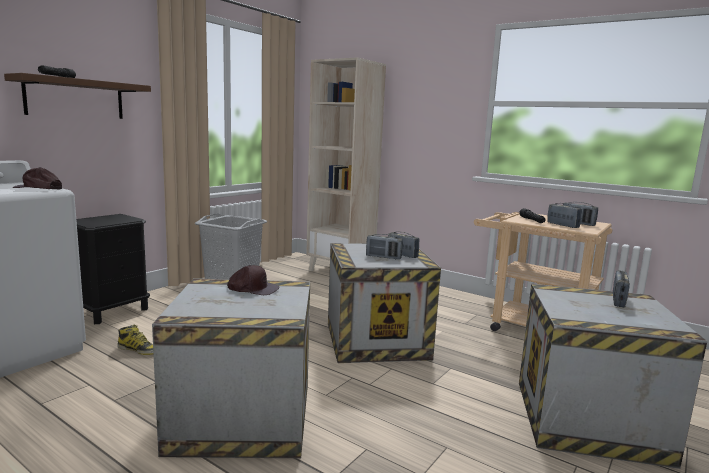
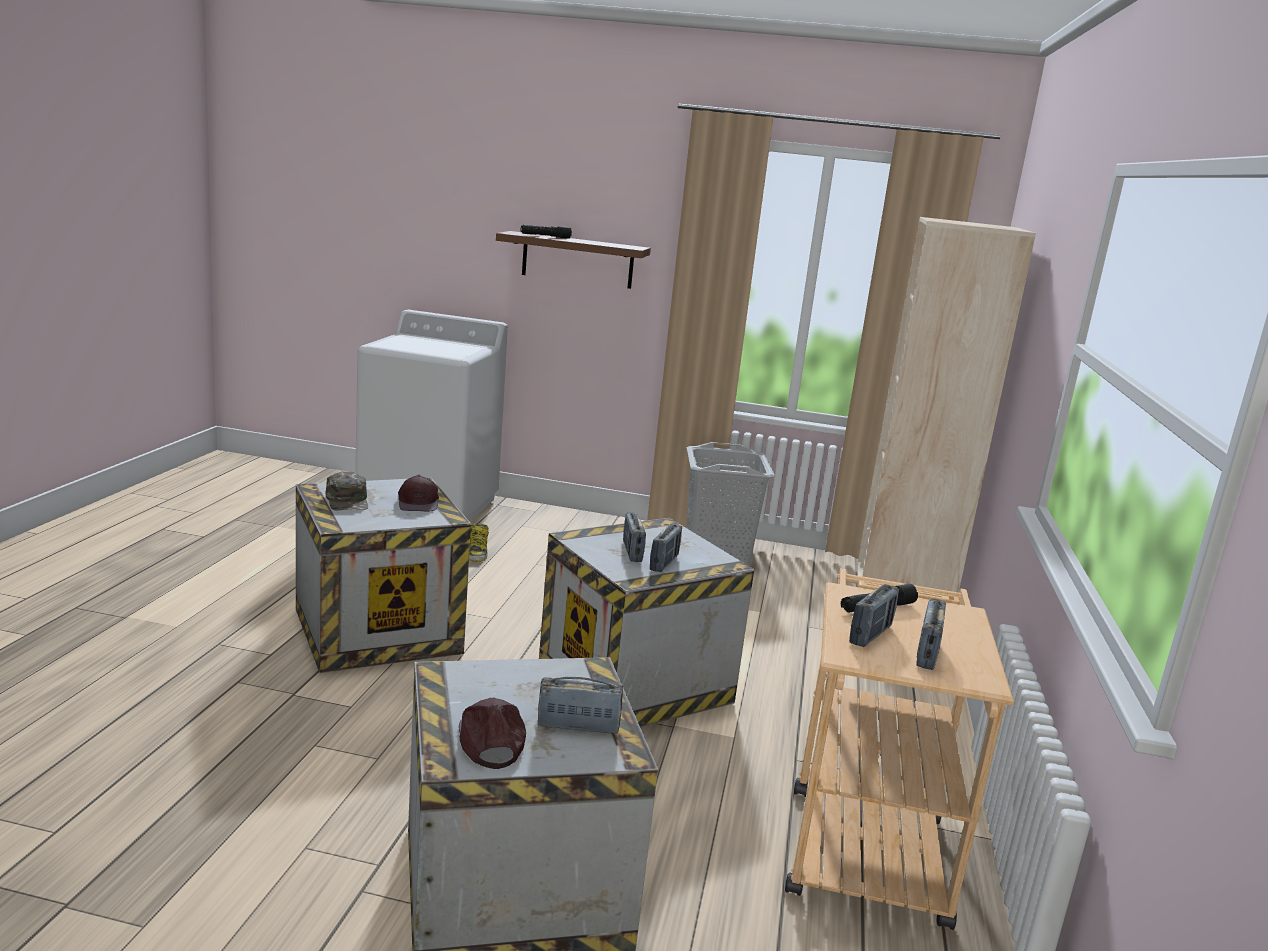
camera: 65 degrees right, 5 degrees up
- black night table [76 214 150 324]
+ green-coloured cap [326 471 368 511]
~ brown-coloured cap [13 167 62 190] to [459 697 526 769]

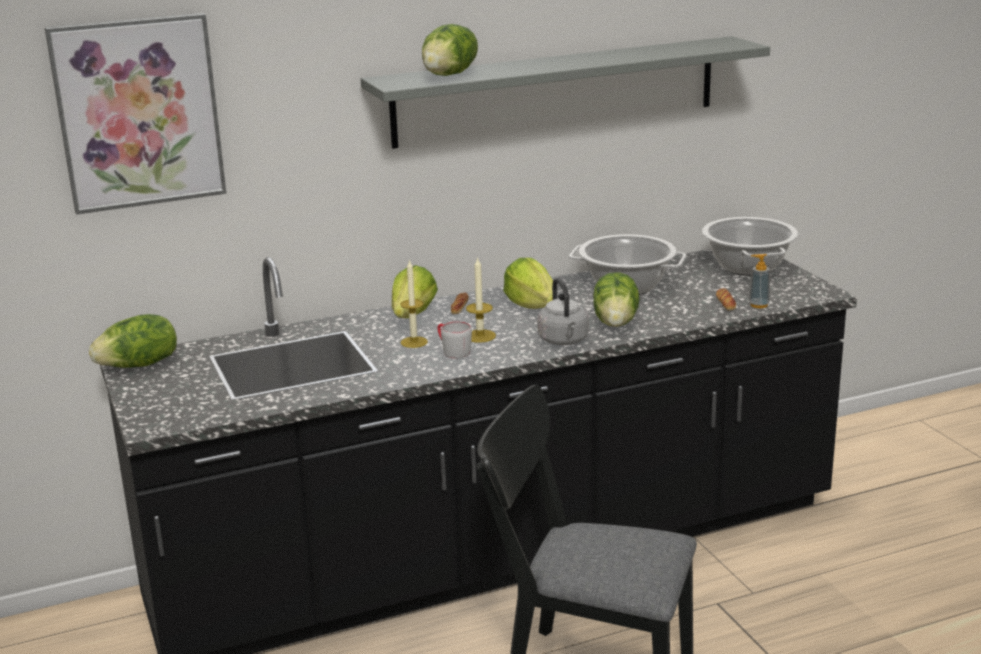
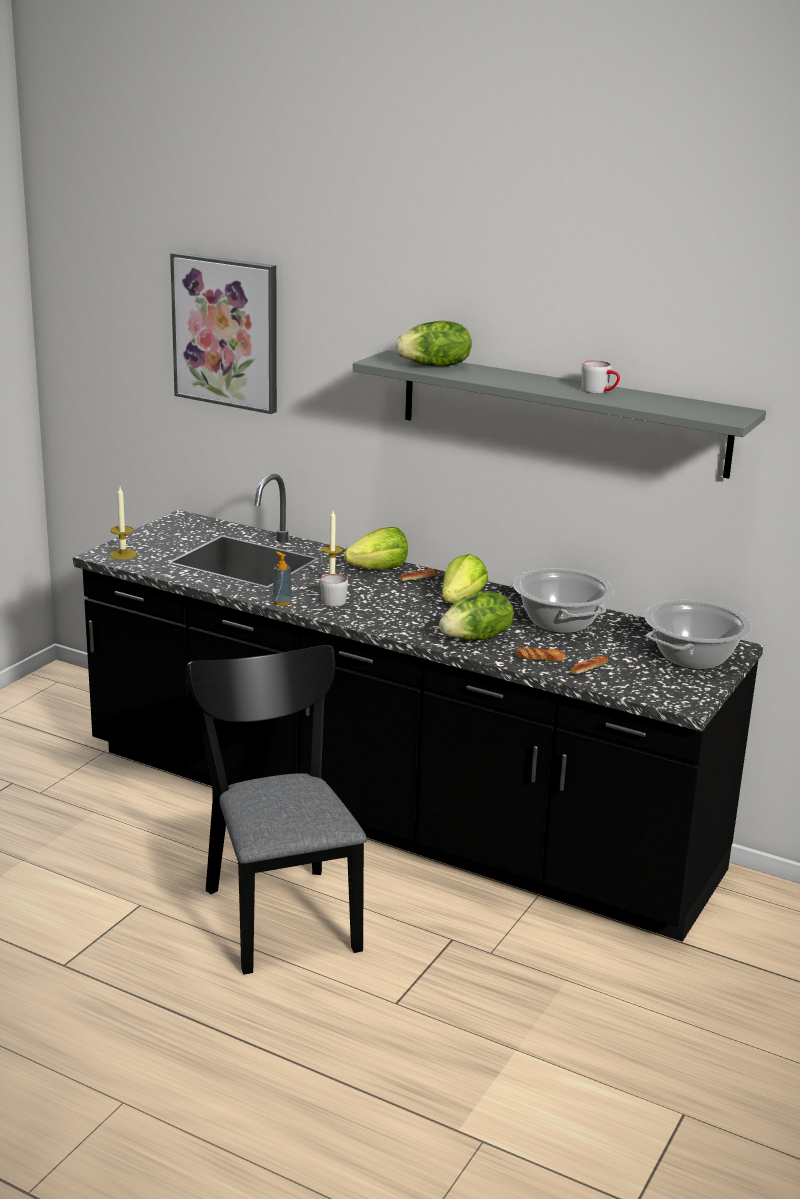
camera: 50 degrees right, 0 degrees up
- lettuce head [89 314 177 368]
- gray tea kettle [537 278 589 345]
+ bakery bread [516 647 566 661]
+ gray mug [582 360 620 393]
~ candle [466 257 496 343] to [110 487 137 560]
~ soap dispenser [749 254 770 308] to [272 551 292 606]

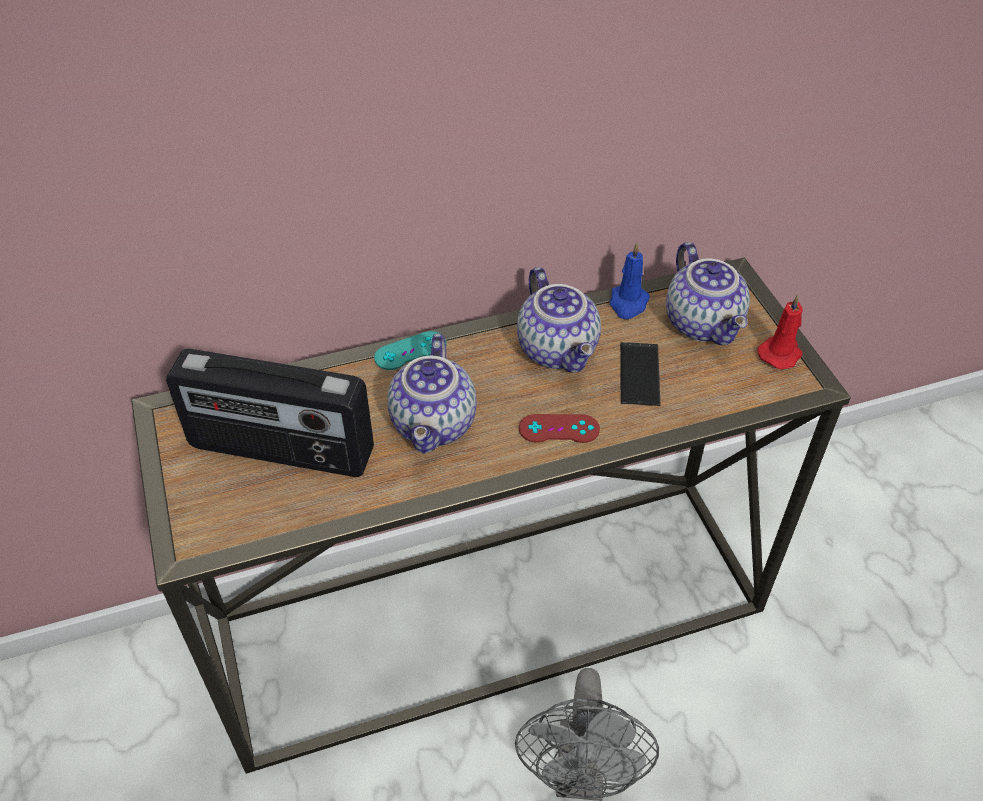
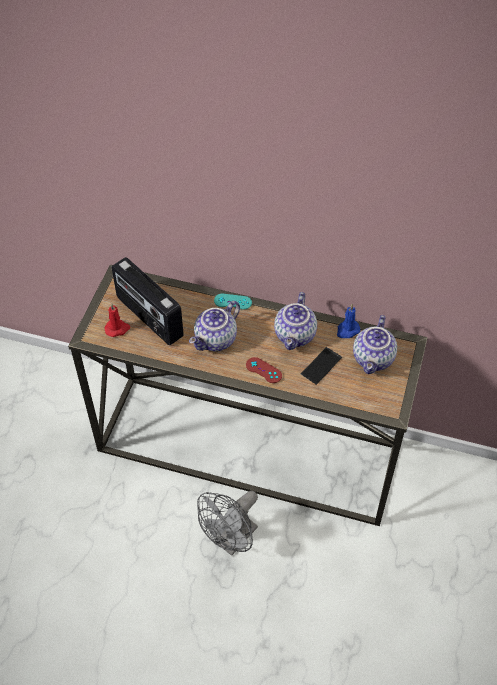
camera: 35 degrees right, 5 degrees up
~ red candle [757 295 803 369] to [105 303 130 337]

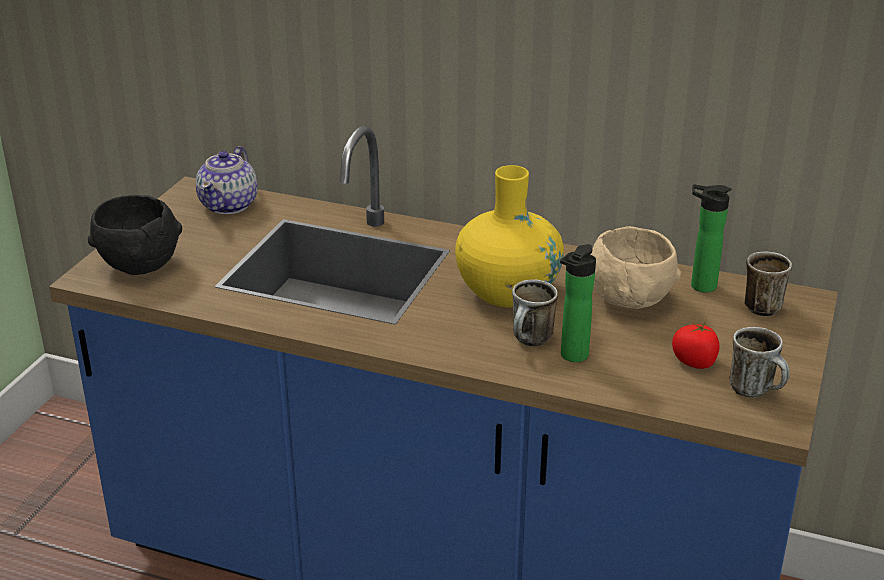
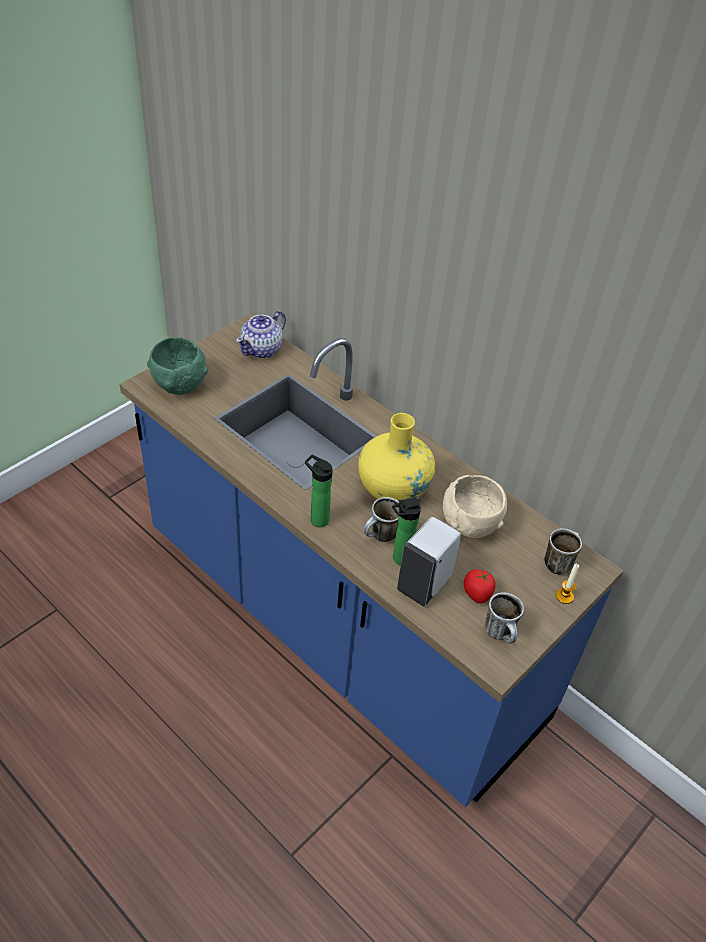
camera: 20 degrees right, 15 degrees up
+ whitish soap dispenser [397 517 461 606]
+ candle [556 564 579 604]
~ drink bottle [691 184 731 293] to [305 455 333 527]
~ black bowl [88 195 182 275] to green-coloured bowl [147 337 208 395]

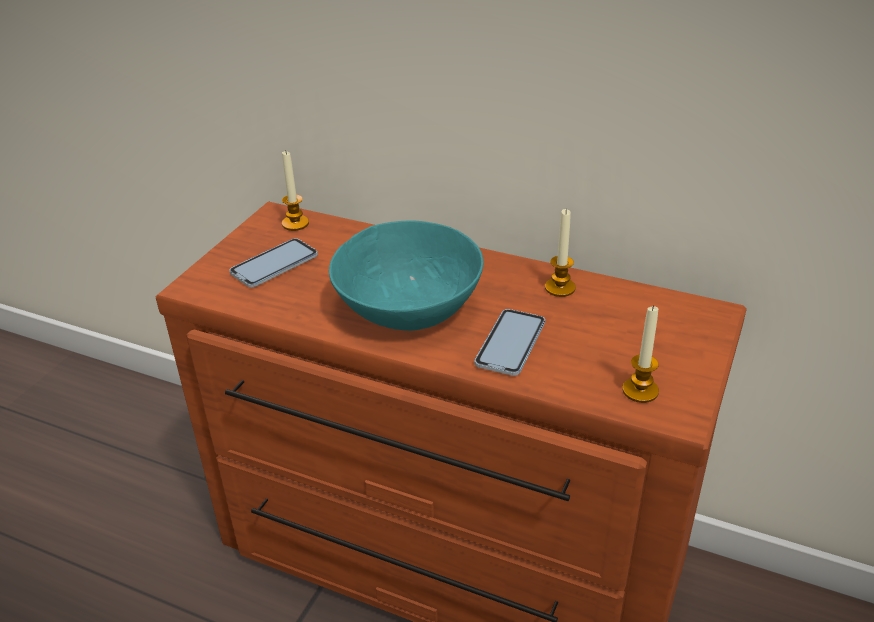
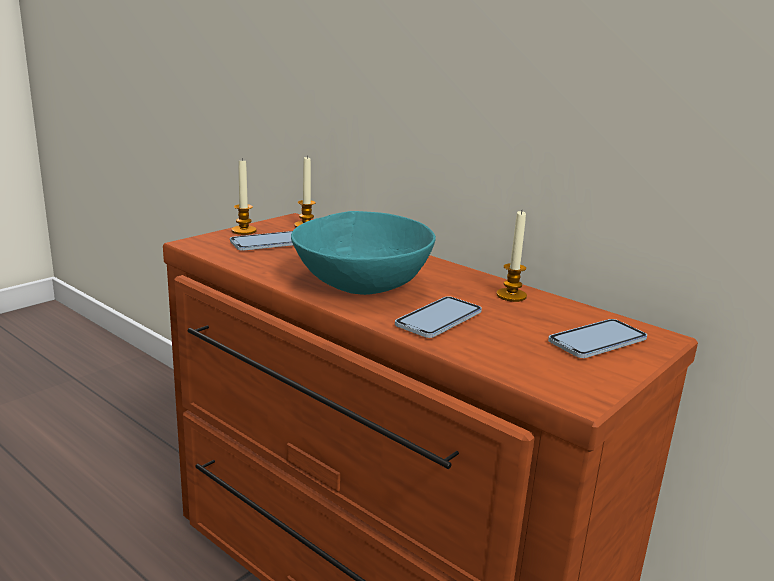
camera: 15 degrees right, 15 degrees down
+ phone [548 319 647 358]
~ candle [622 305 659 403] to [231 158 257 235]

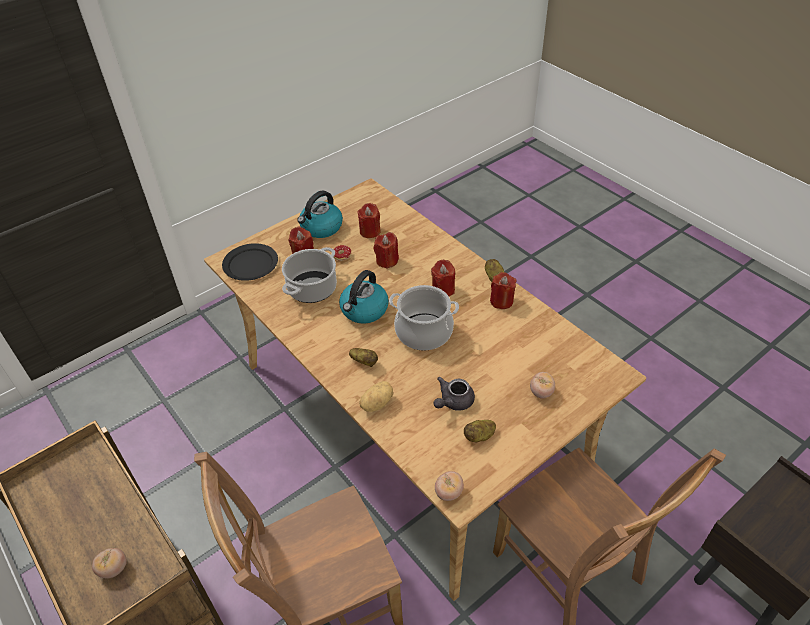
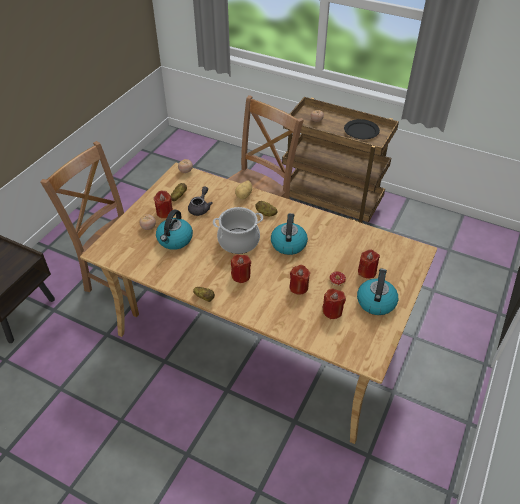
camera: 155 degrees right, 0 degrees up
- cooking pot [282 247 337 303]
+ tea kettle [156 210 193 250]
~ black flat dish [222 243 278 281] to [344 119 380 139]
~ red candle [490 272 516 309] to [154 191 173 218]

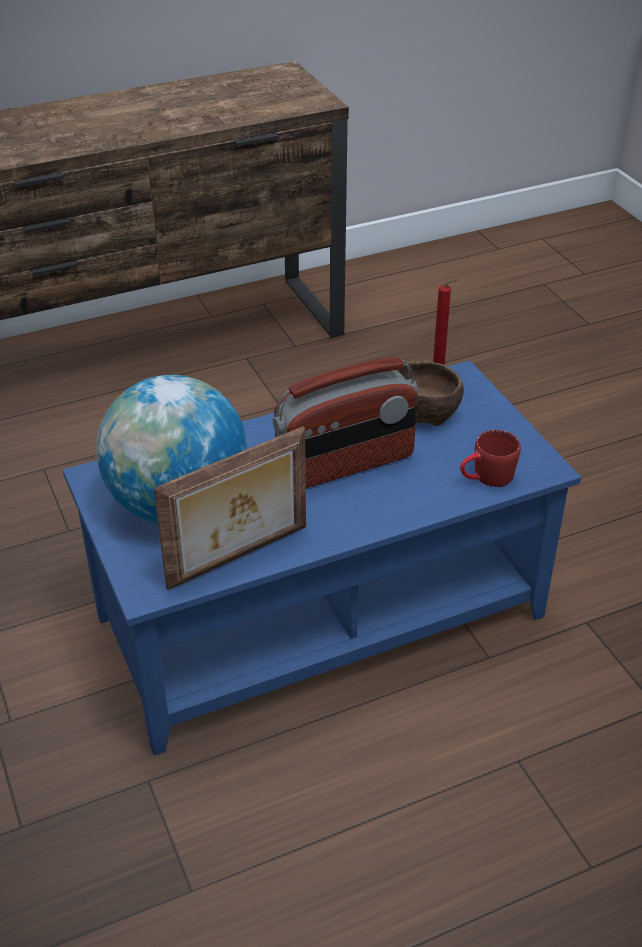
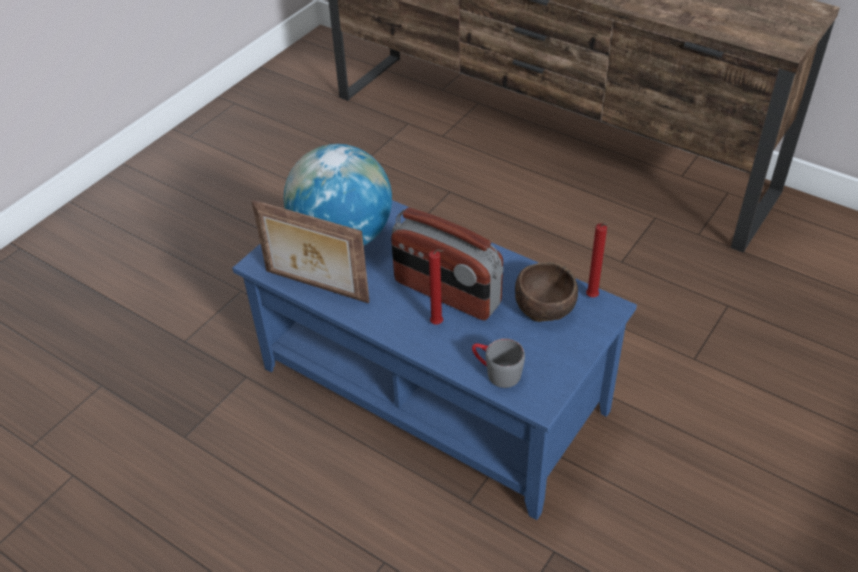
camera: 60 degrees right, 5 degrees up
+ red candle [429 249 443 324]
~ red mug [460 430 521 487] to gray mug [472 338 525 388]

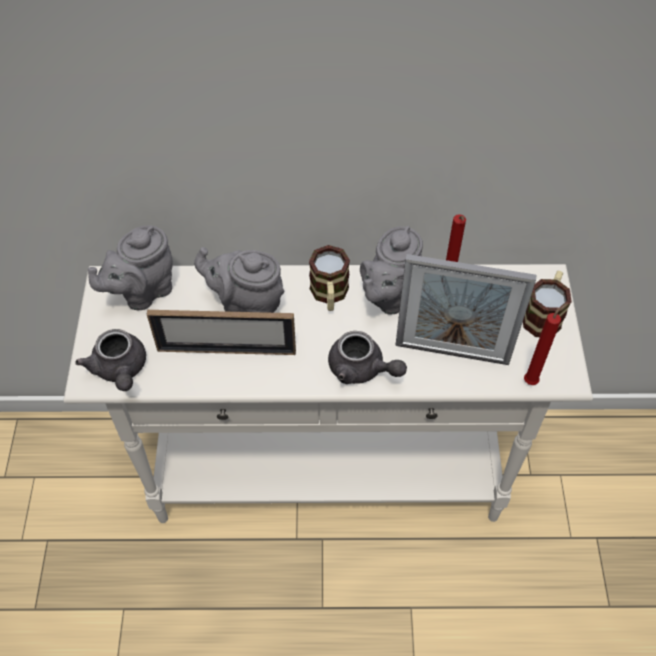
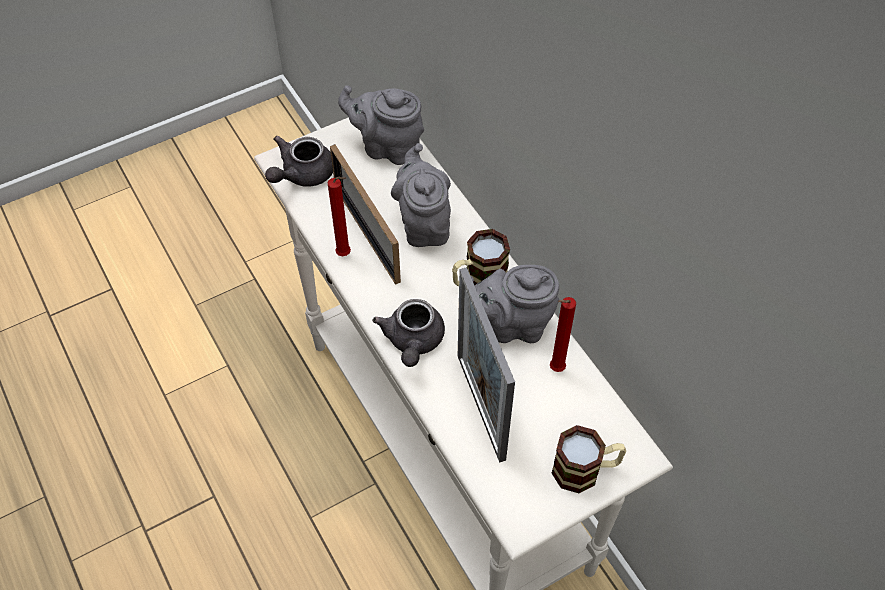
camera: 60 degrees right, 0 degrees up
~ red candle [524 303 568 385] to [328 176 351 256]

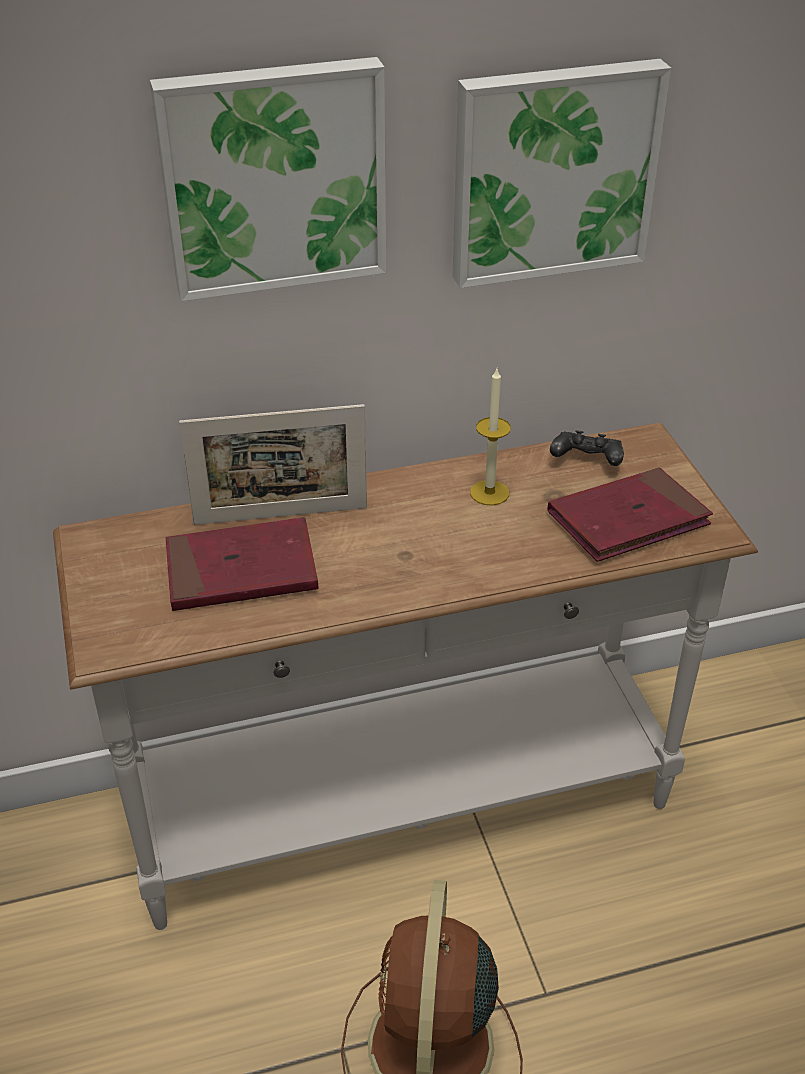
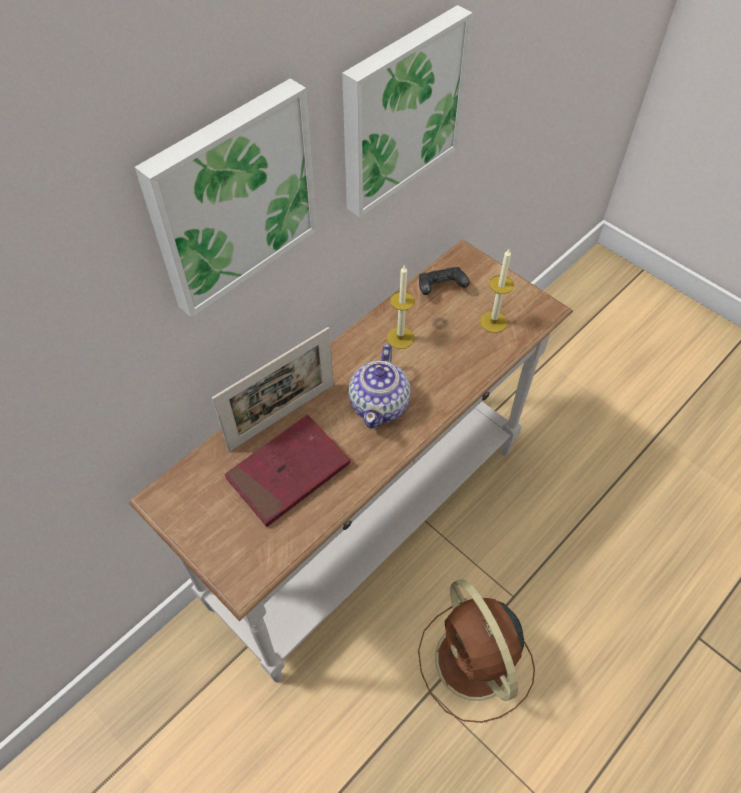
camera: 30 degrees left, 15 degrees up
+ teapot [349 344 411 429]
~ red volume [547 468 713 562] to candle [480 249 514 333]

